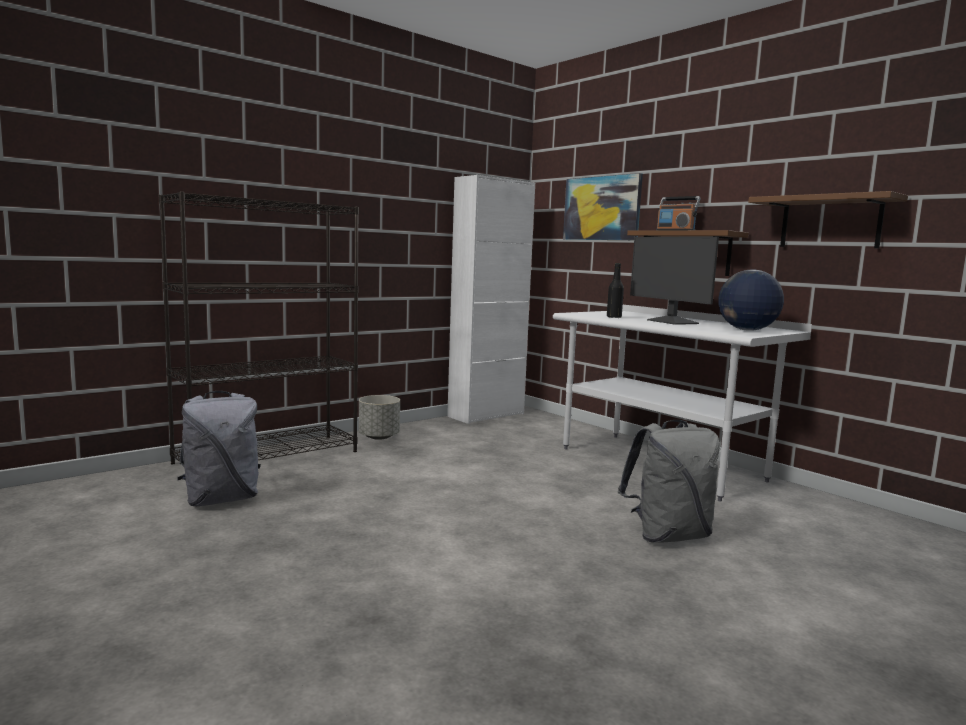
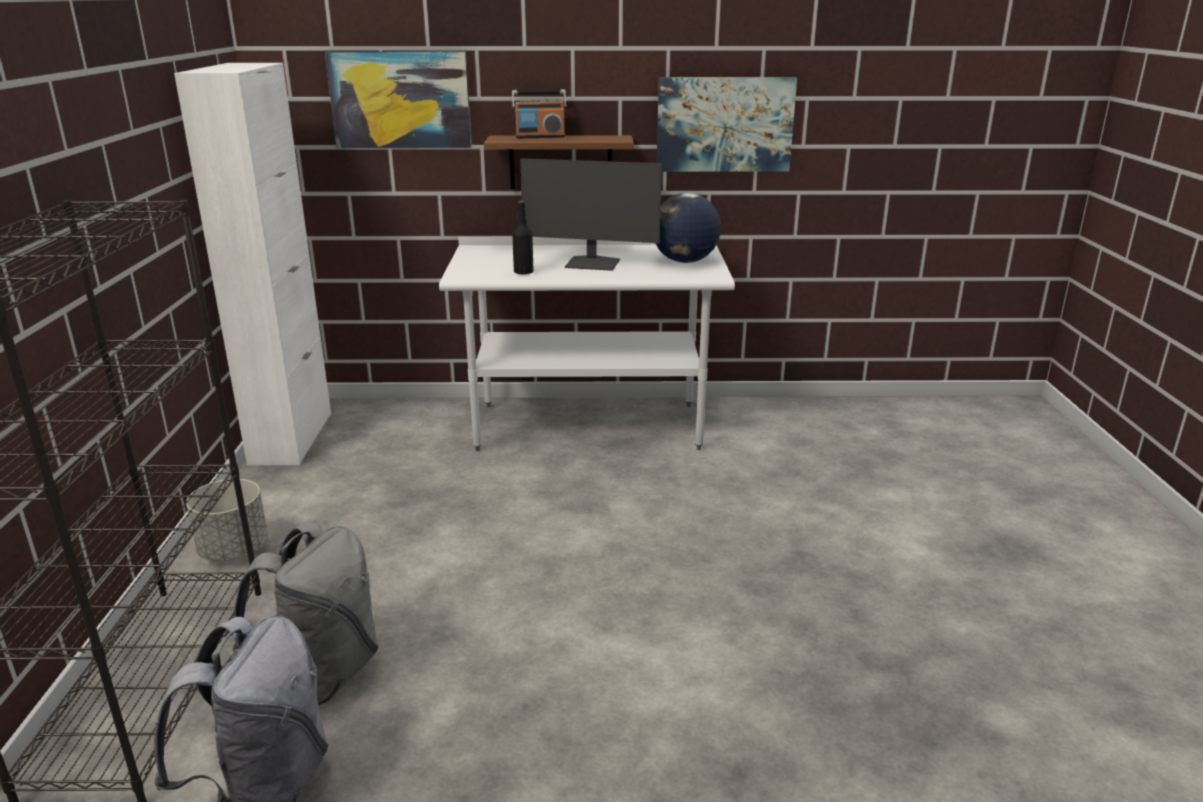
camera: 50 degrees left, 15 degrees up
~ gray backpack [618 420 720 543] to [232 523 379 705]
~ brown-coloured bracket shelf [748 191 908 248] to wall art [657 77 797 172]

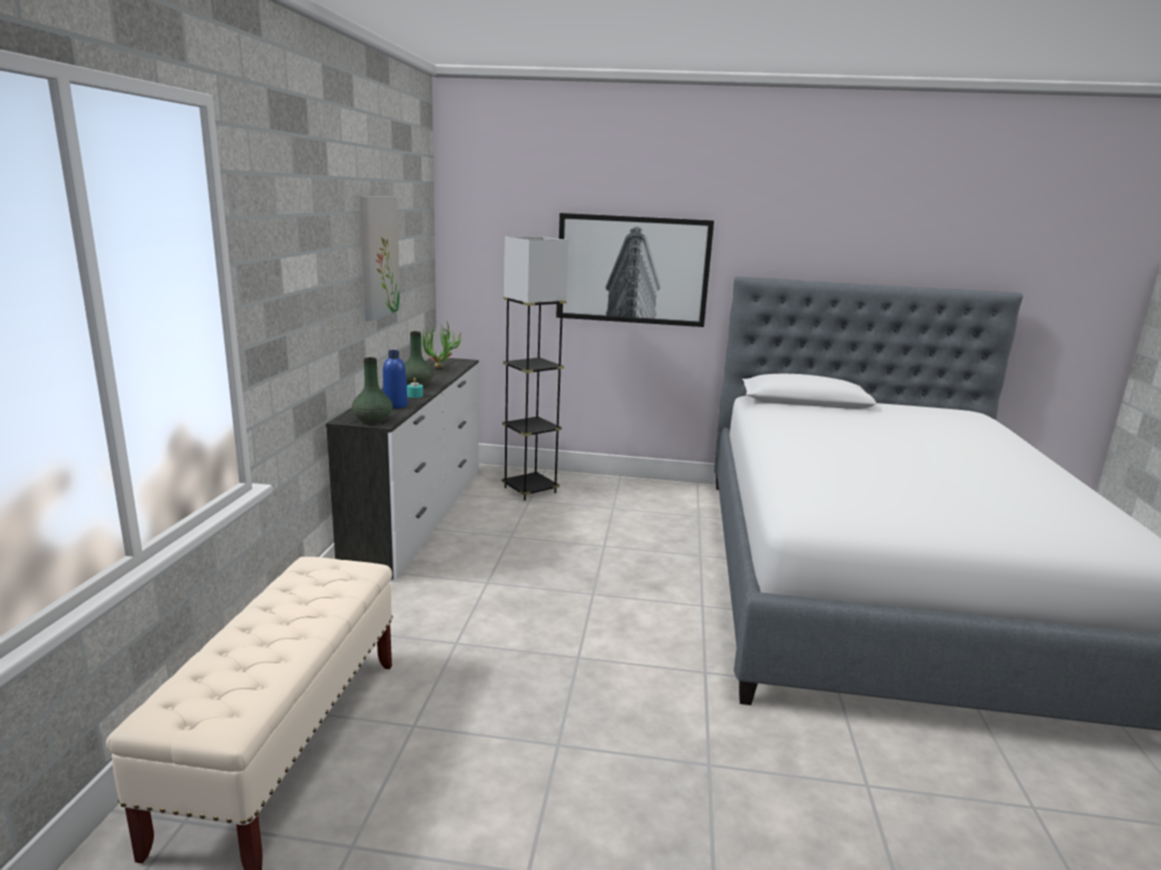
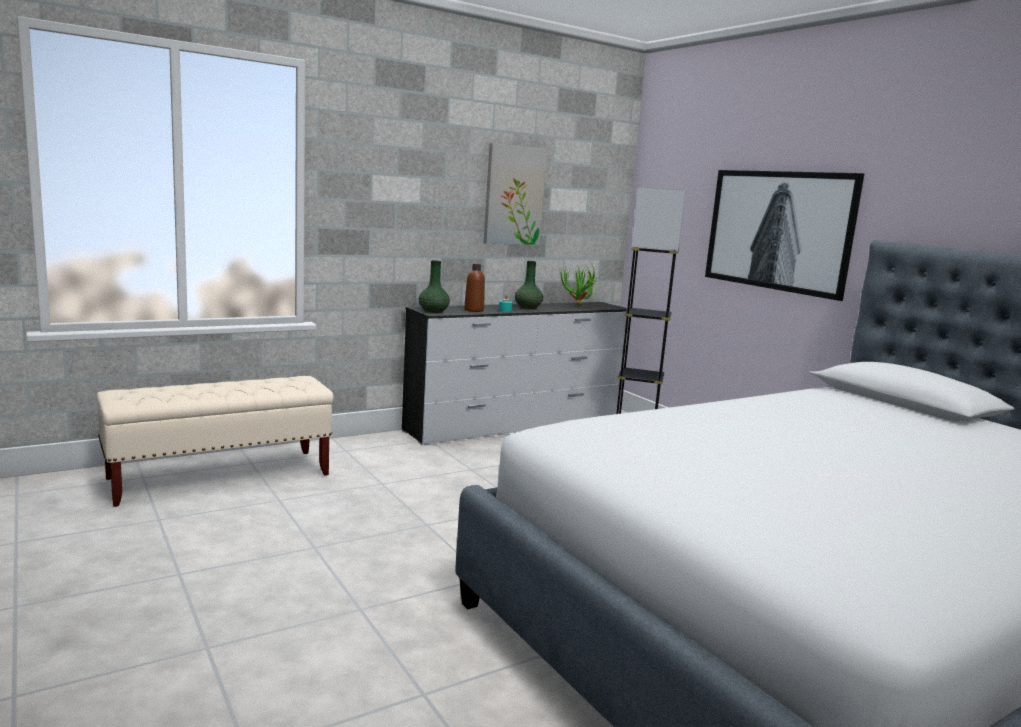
camera: 50 degrees right, 5 degrees down
~ blue-coloured drink bottle [383 350 408 409] to brown-coloured drink bottle [464 264 485 312]

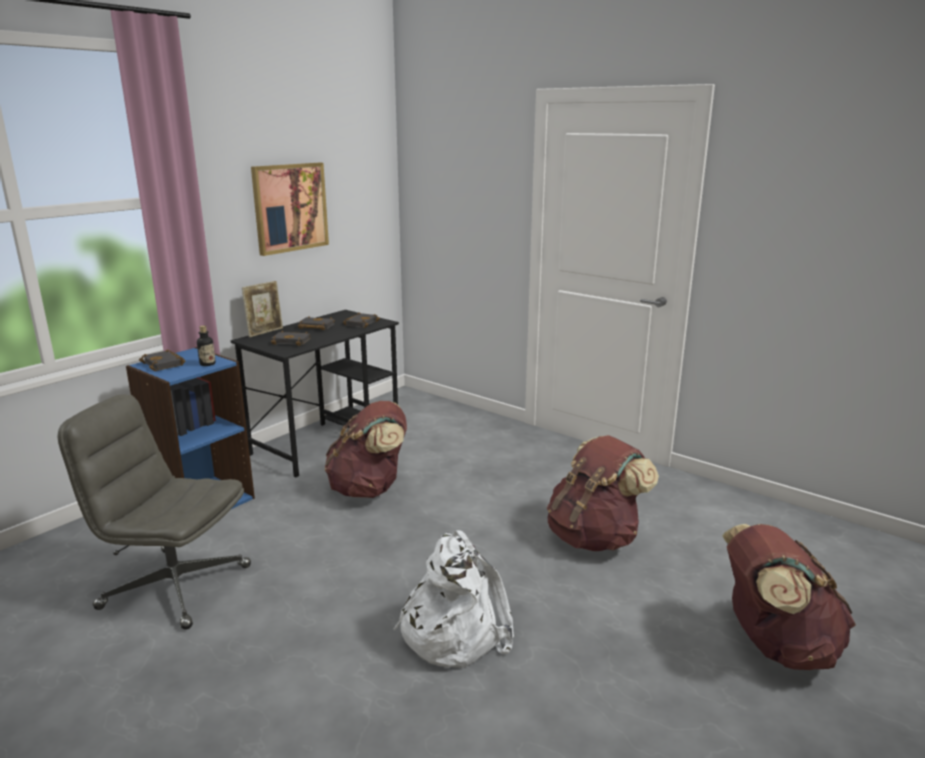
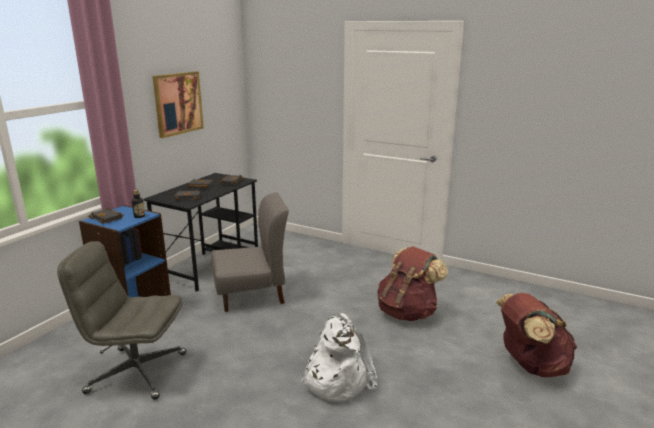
camera: 10 degrees left, 0 degrees up
- standing frame [242 281 283 337]
~ brown-coloured backpack [325 401 407 498] to gray plain chair [211 193 289 312]

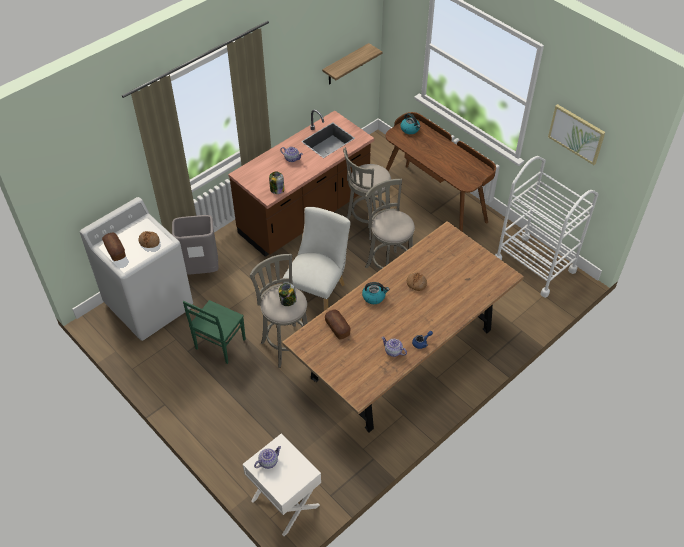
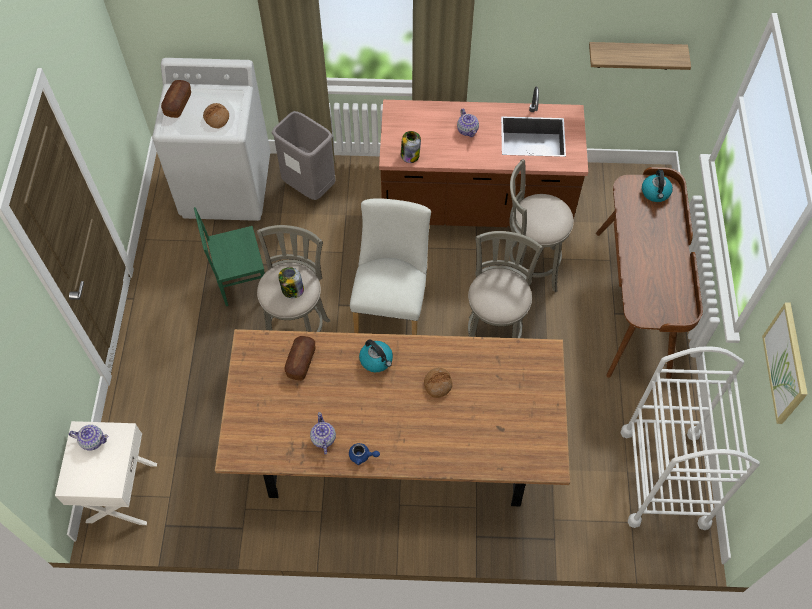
camera: 45 degrees right, 10 degrees up
~ whitish plain chair [283 207 351 311] = [350 198 431 335] 60 degrees counterclockwise

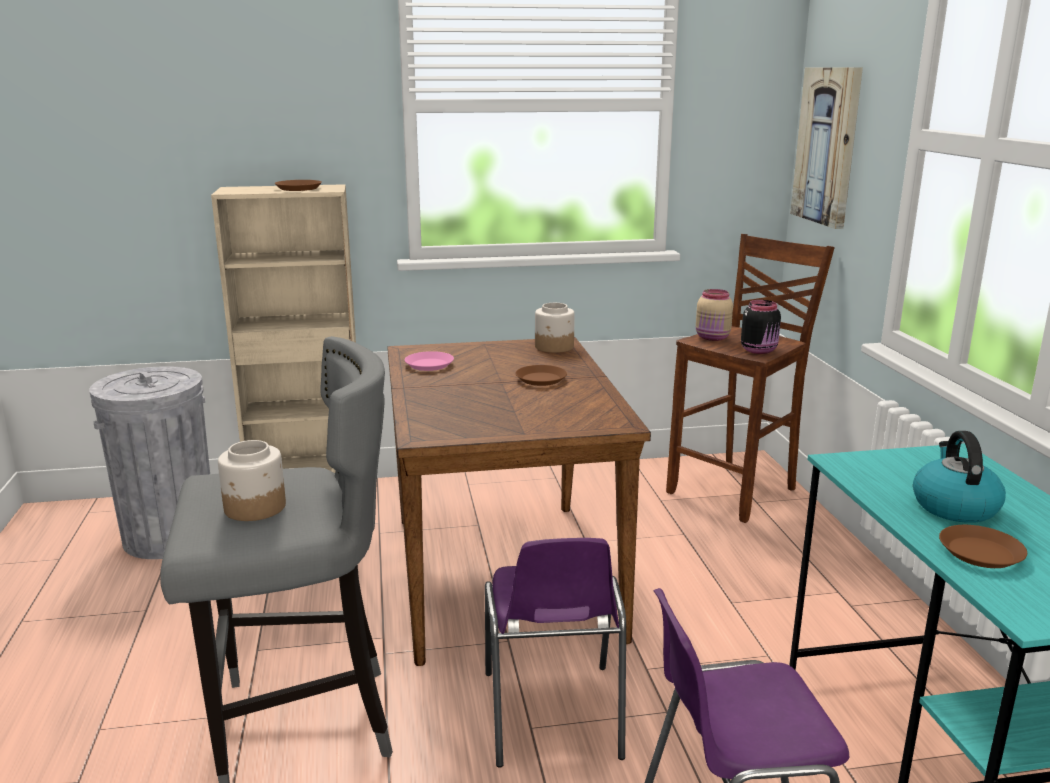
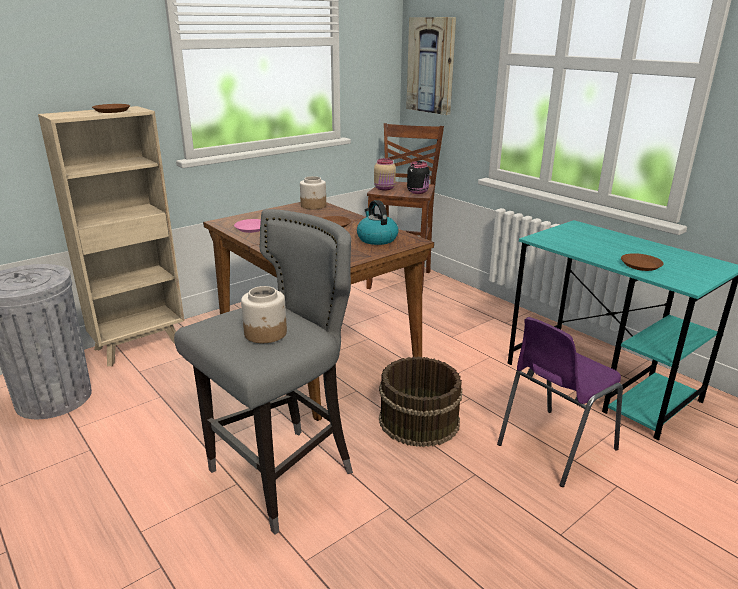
camera: 30 degrees left, 5 degrees up
~ tea kettle [913 431 1006 523] to [357 200 398 245]
~ purple plain chair [485 538 626 768] to brown-coloured water bucket [379 356 462 447]

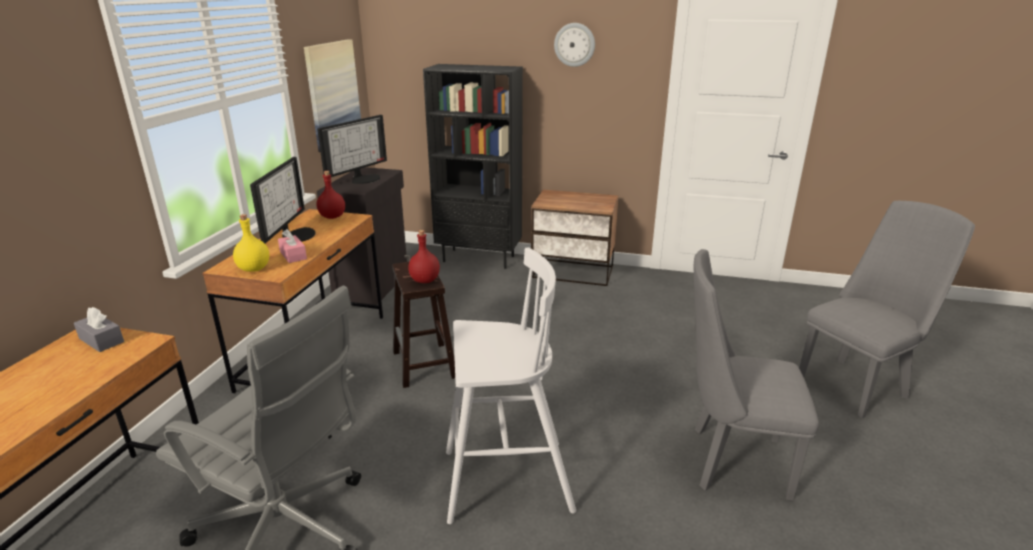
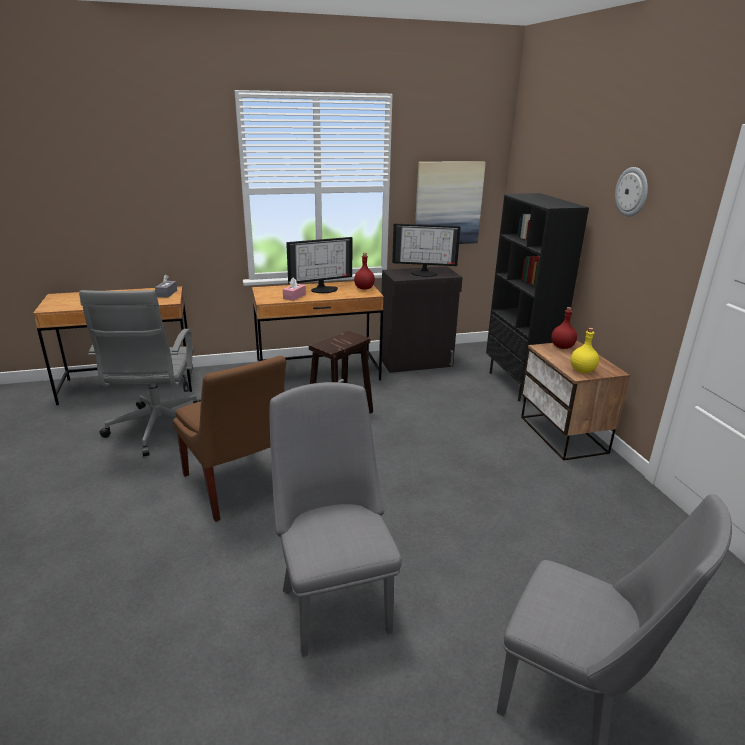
camera: 60 degrees right, 0 degrees up
~ yellowish drink bottle [233 214 269 272] to [571 328 599 373]
~ red drink bottle [408 230 440 283] to [551 307 577 349]
~ whitish stool [446 247 576 524] to brown-coloured plain chair [173 356 287 522]

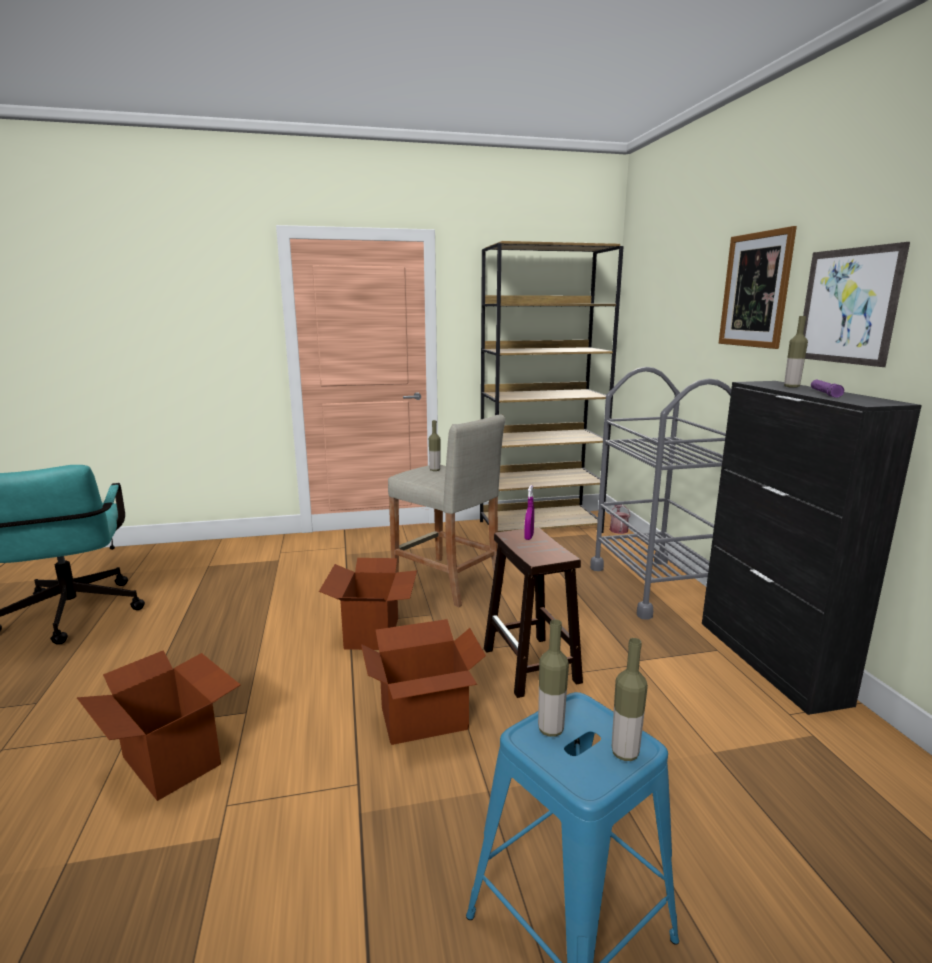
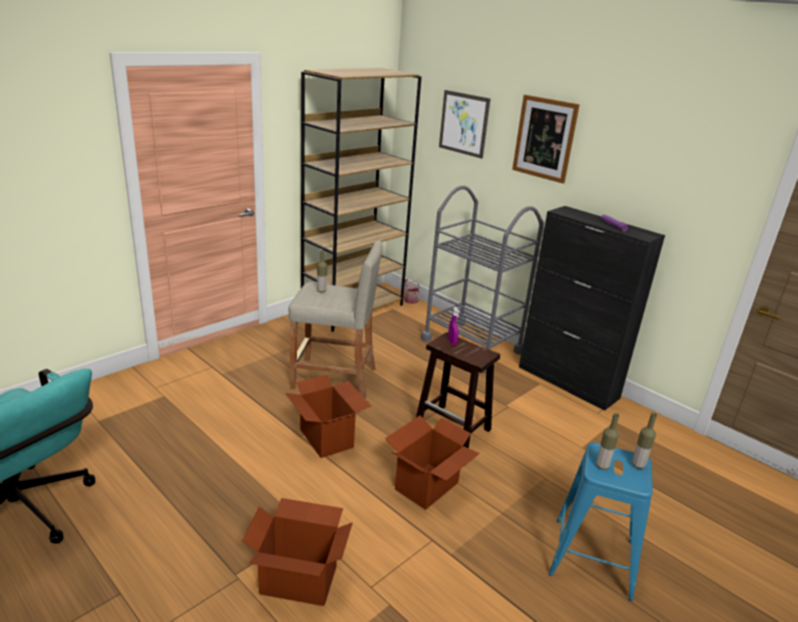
camera: 35 degrees left, 10 degrees up
- drink bottle [784 316 808 388]
~ wall art [803 242 910 367] to [439 90 490 159]

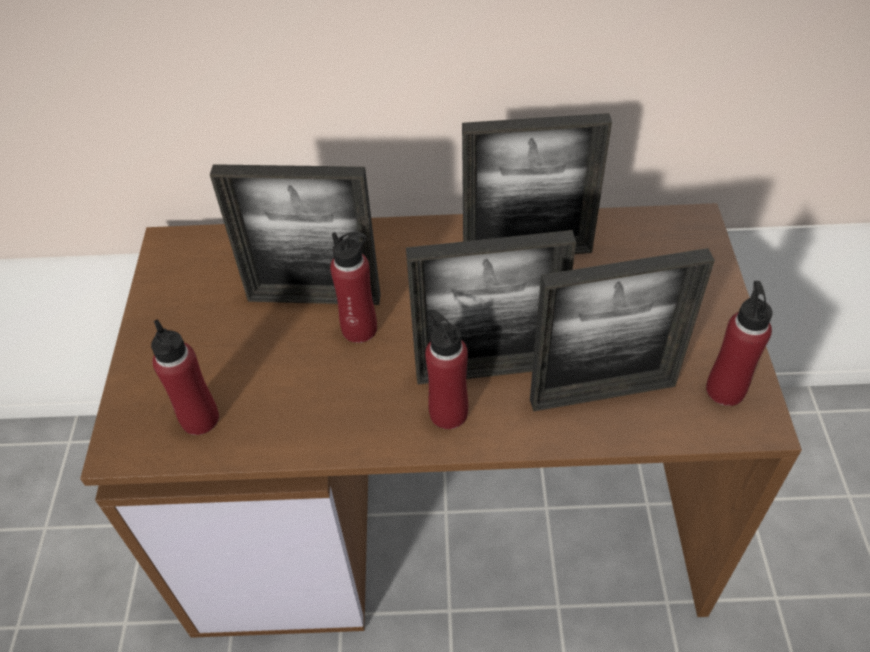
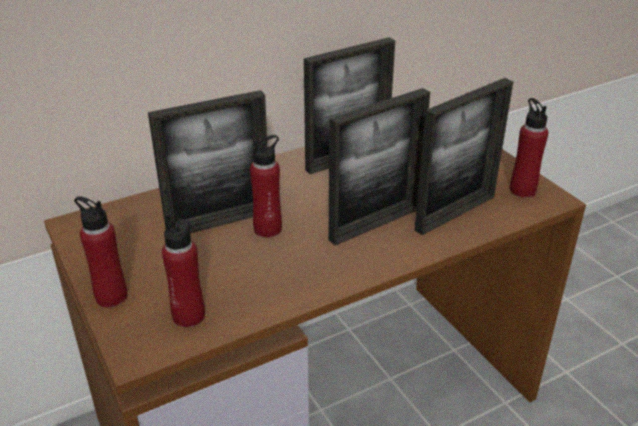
camera: 30 degrees left, 15 degrees down
~ red drink bottle [425 310 468 429] to [74 196 127 307]

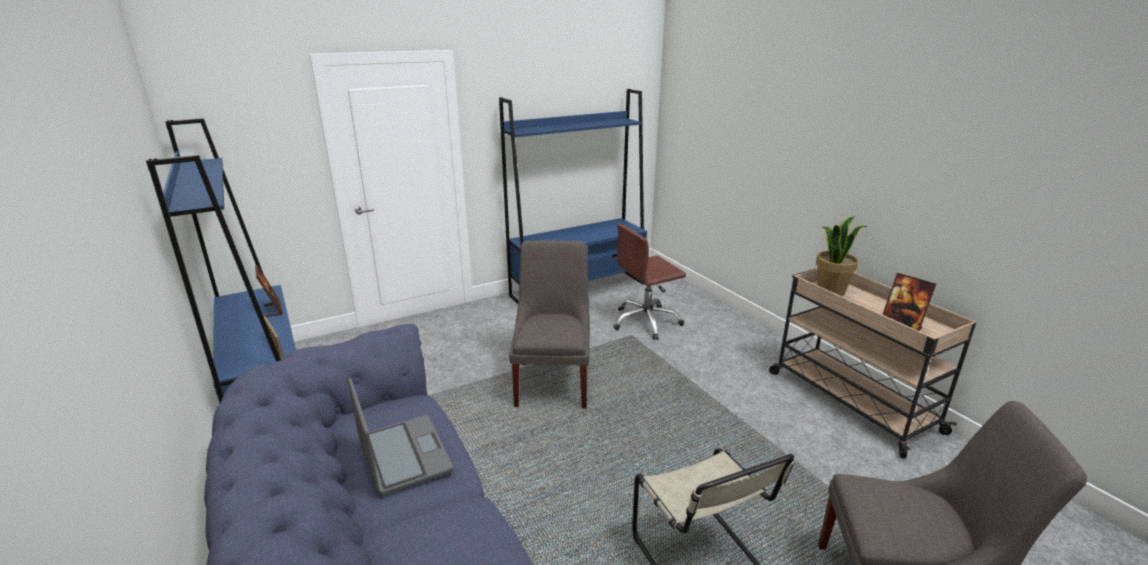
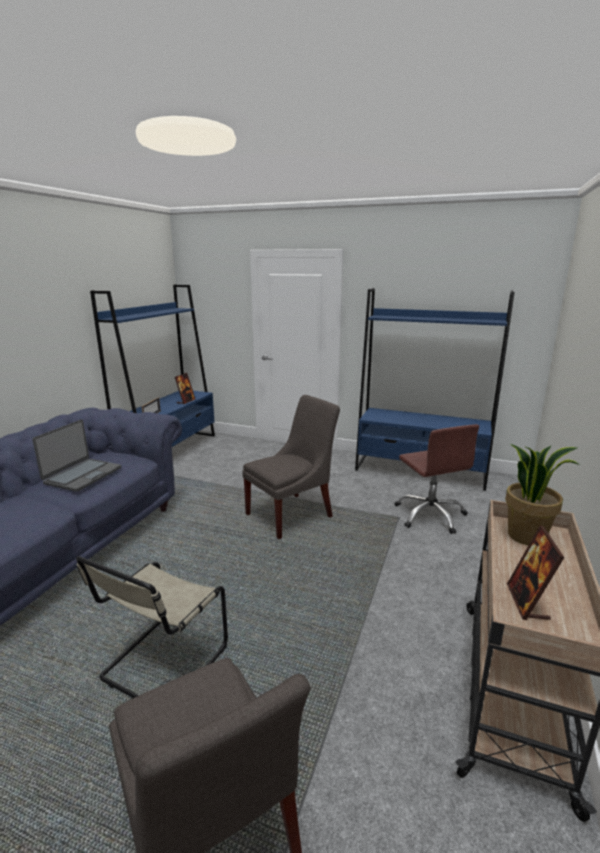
camera: 50 degrees right, 5 degrees down
~ brown-coloured computer chair [613 223 686 340] = [394 424 479 534] 135 degrees counterclockwise

